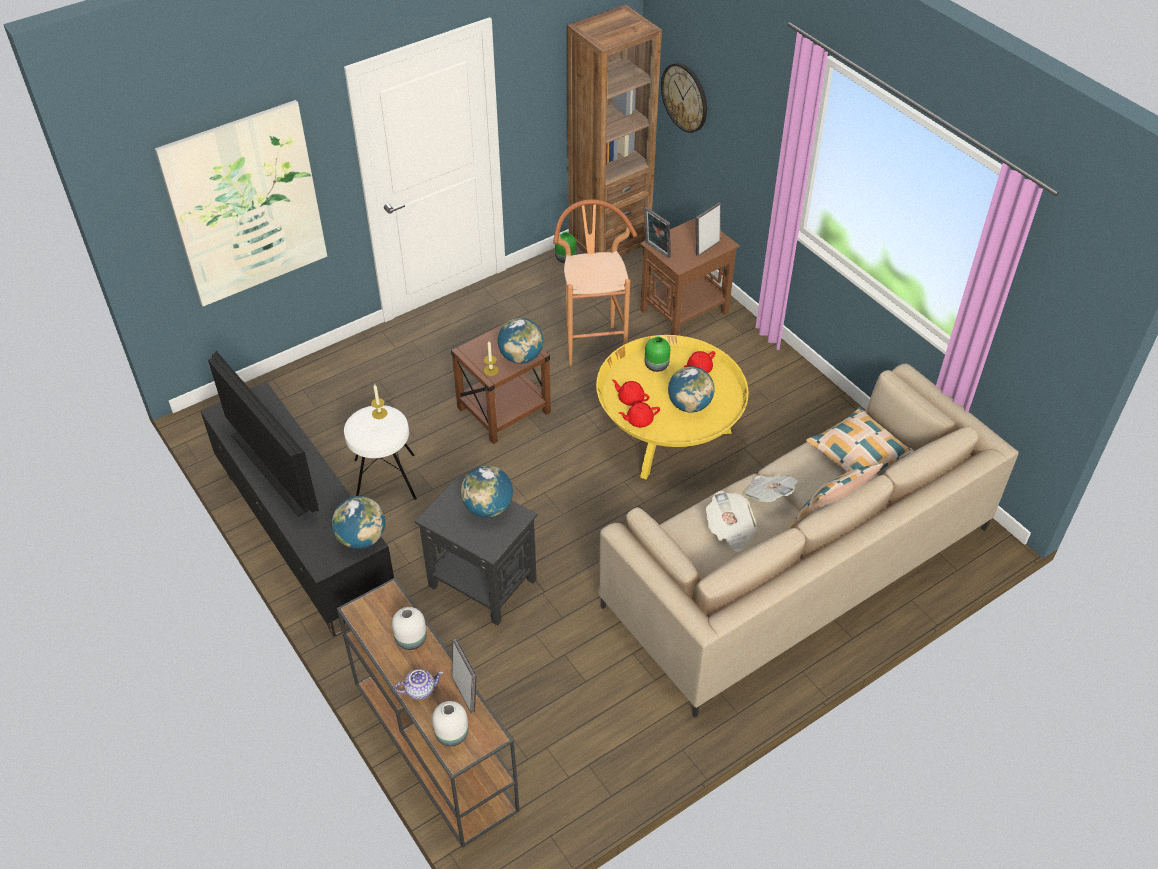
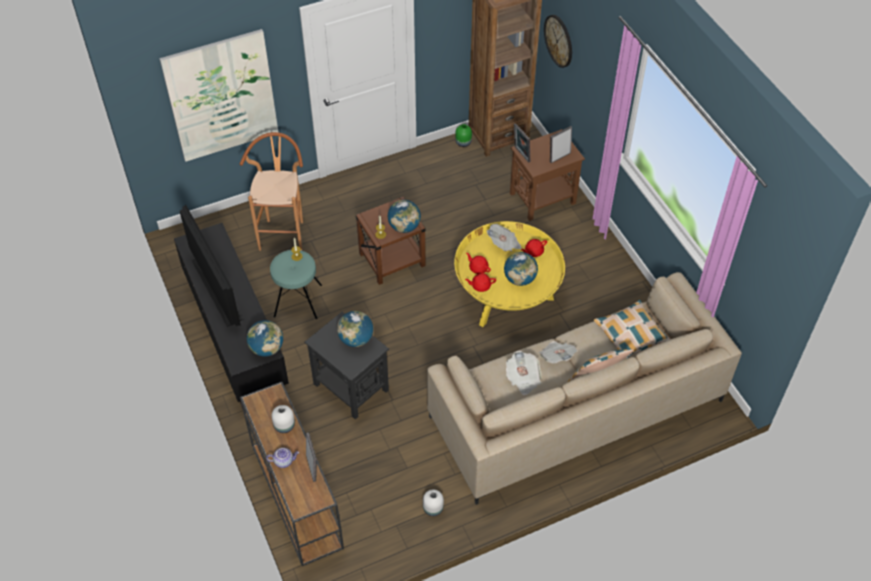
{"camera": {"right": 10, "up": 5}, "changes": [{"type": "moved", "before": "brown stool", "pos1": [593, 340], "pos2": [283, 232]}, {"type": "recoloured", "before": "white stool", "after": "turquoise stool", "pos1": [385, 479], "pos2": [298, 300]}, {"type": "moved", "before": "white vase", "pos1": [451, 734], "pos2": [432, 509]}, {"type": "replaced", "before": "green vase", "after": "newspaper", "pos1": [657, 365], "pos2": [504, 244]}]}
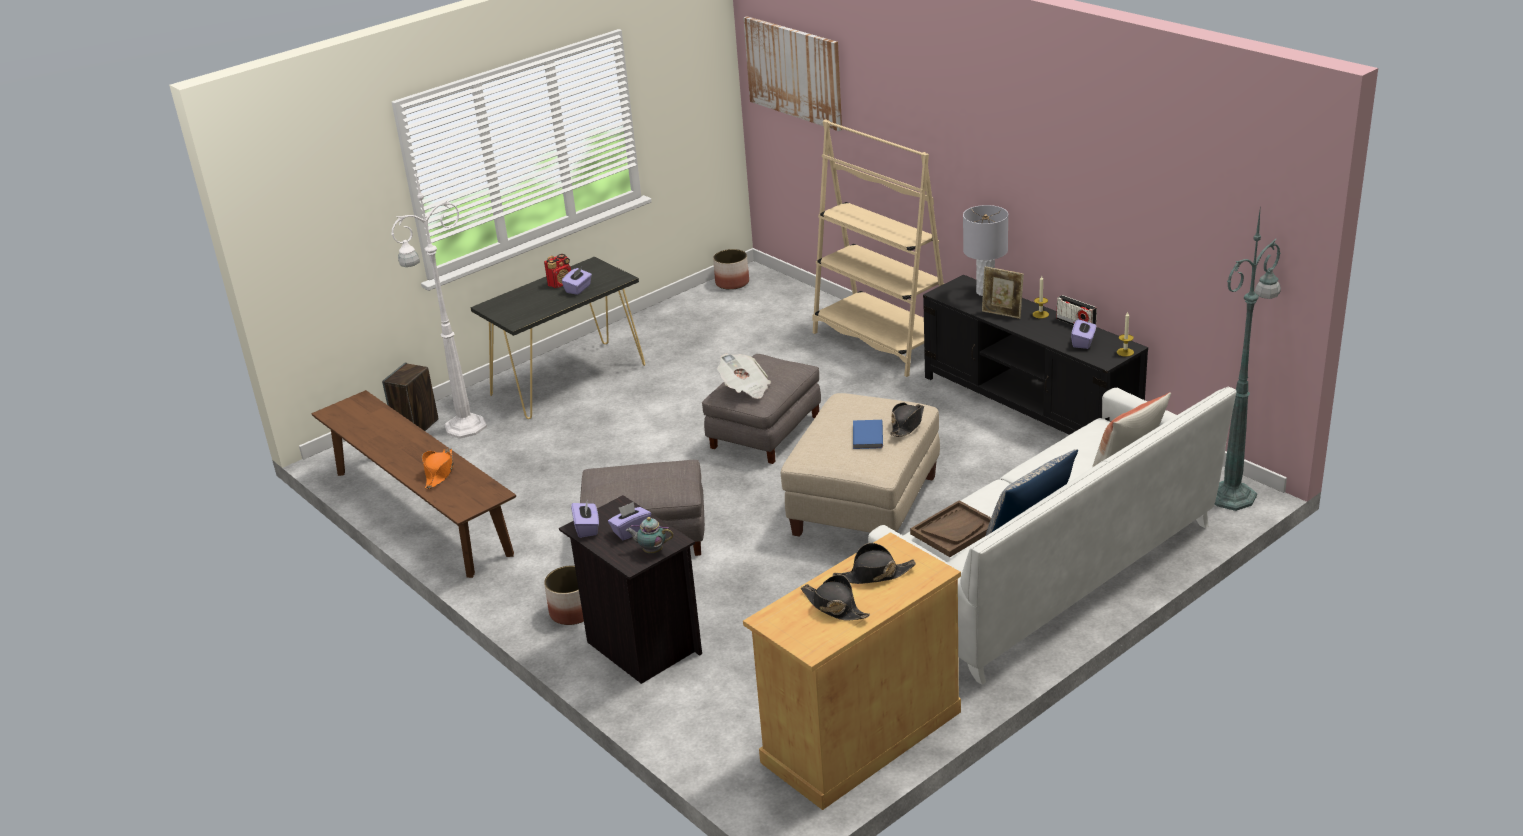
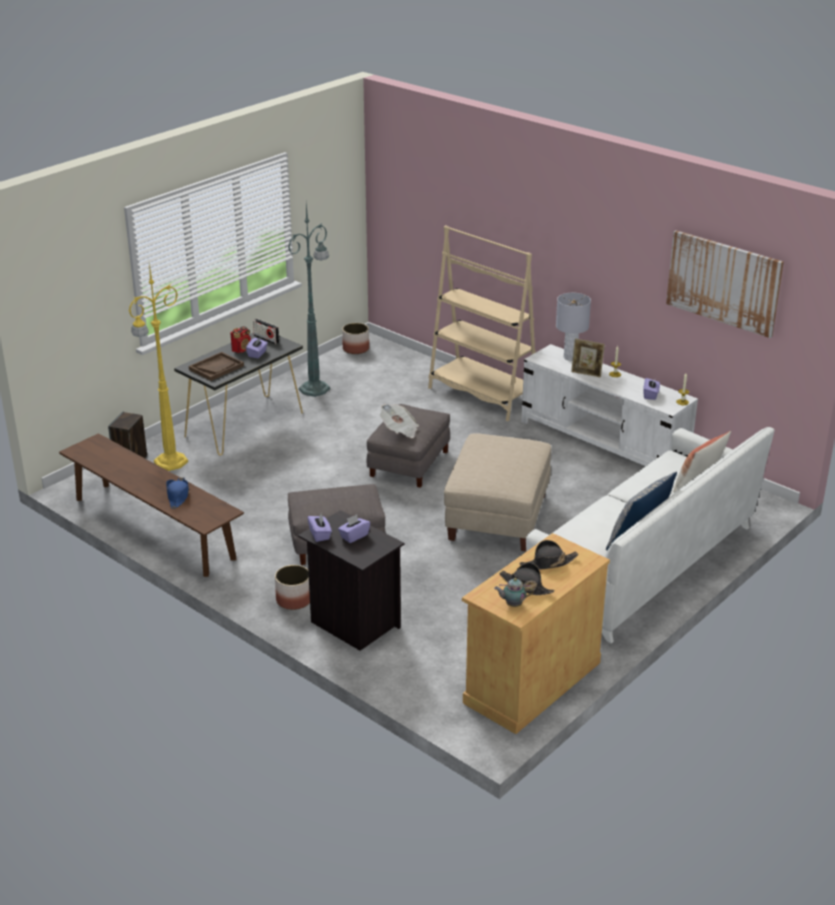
{"camera": {"right": -10, "up": 0}, "changes": [{"type": "recoloured", "before": "white floor lamp", "after": "yellow floor lamp", "pos1": [463, 427], "pos2": [169, 462]}, {"type": "recoloured", "before": "orange hat", "after": "blue hat", "pos1": [439, 472], "pos2": [178, 496]}, {"type": "moved", "before": "brown tray", "pos1": [954, 530], "pos2": [216, 367]}, {"type": "moved", "before": "radio", "pos1": [1076, 324], "pos2": [266, 339]}, {"type": "moved", "before": "green floor lamp", "pos1": [1233, 495], "pos2": [315, 388]}, {"type": "moved", "before": "teapot", "pos1": [651, 551], "pos2": [512, 604]}, {"type": "recoloured", "before": "black tv stand", "after": "white tv stand", "pos1": [1030, 405], "pos2": [604, 442]}, {"type": "moved", "before": "picture", "pos1": [794, 72], "pos2": [723, 282]}, {"type": "removed", "before": "blue book", "pos1": [866, 436]}, {"type": "removed", "before": "black hat", "pos1": [907, 424]}]}
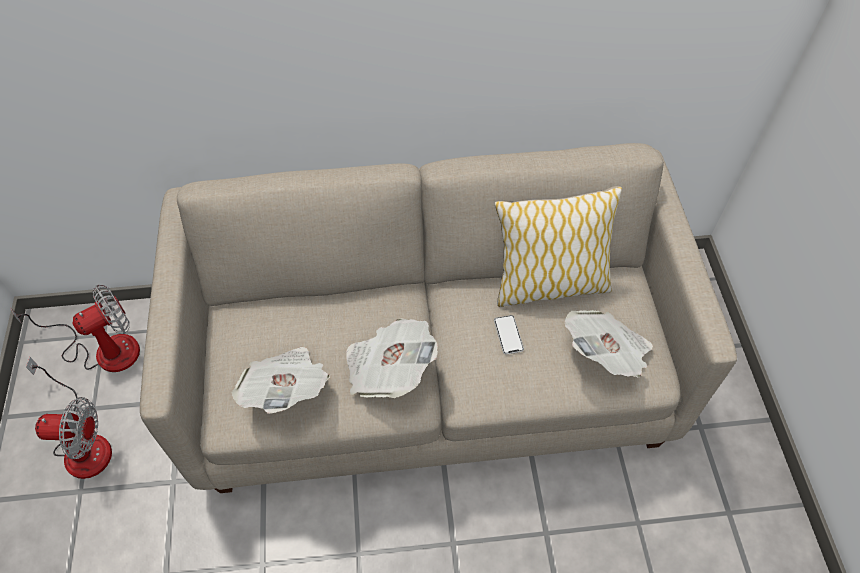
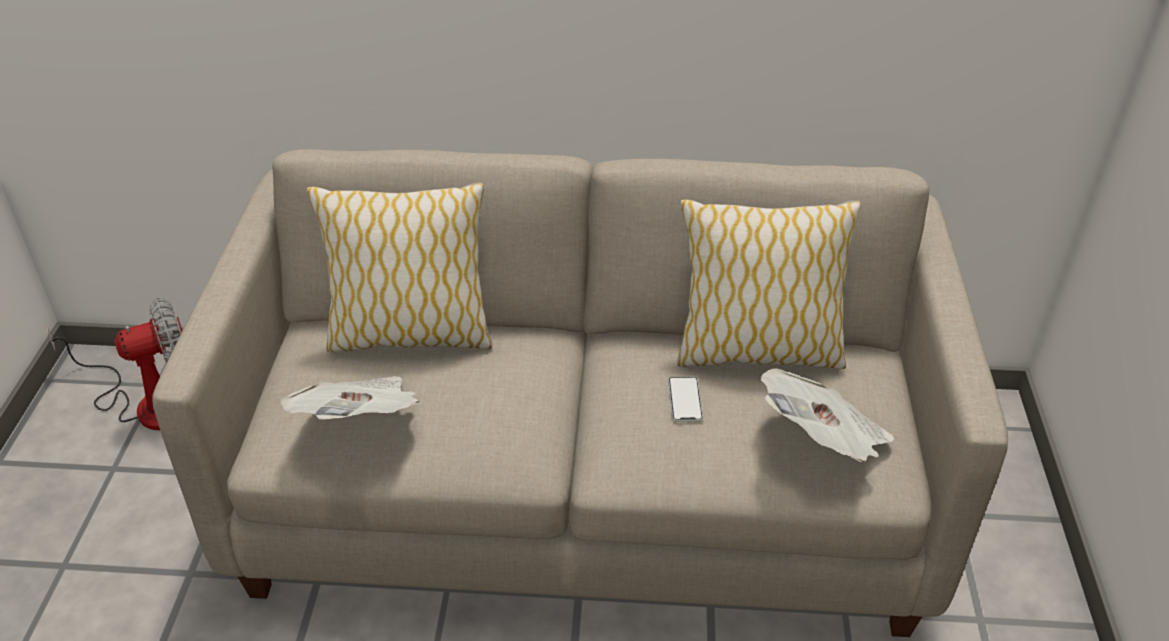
{"camera": {"right": 10, "up": -15}, "changes": [{"type": "added", "after": "pillow", "pos2": [410, 334]}, {"type": "removed", "before": "fan", "pos1": [82, 443]}, {"type": "removed", "before": "newspaper", "pos1": [388, 369]}]}
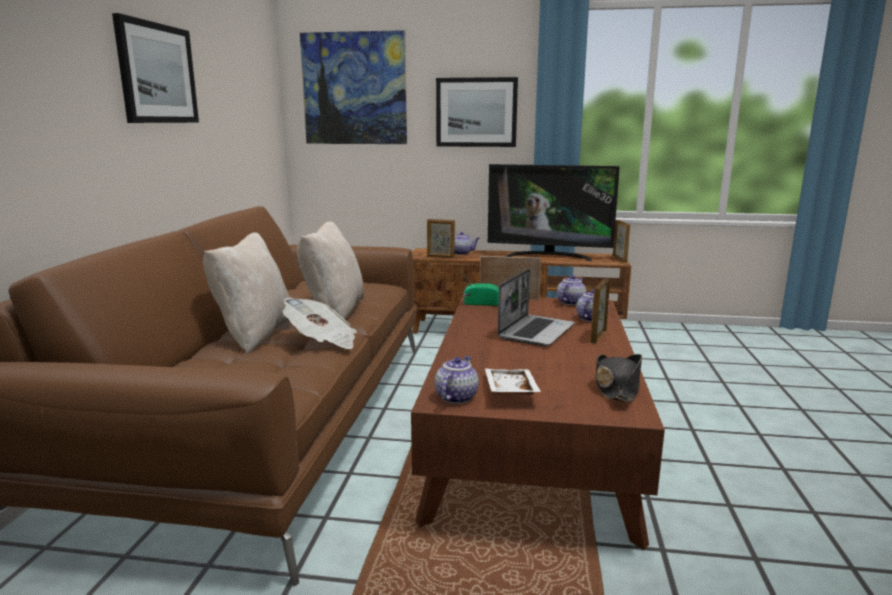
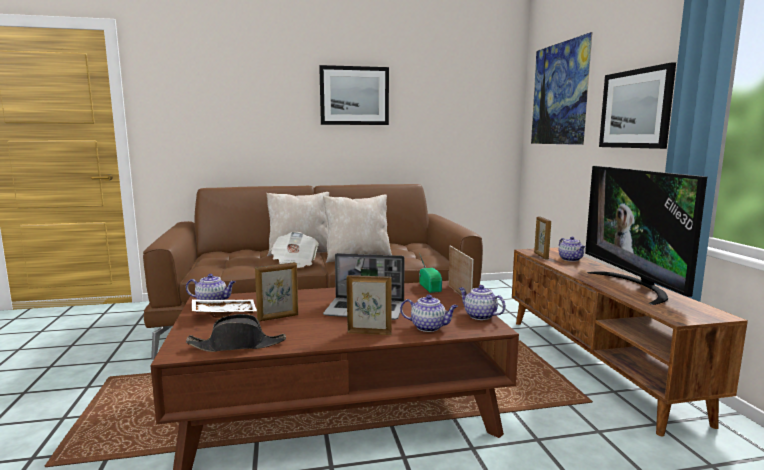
{"camera": {"right": 70, "up": -5}, "changes": [{"type": "moved", "before": "picture frame", "pos1": [619, 259], "pos2": [278, 317]}, {"type": "turned", "before": "teapot", "pos1": [570, 302], "pos2": [479, 316], "turn": -150}]}
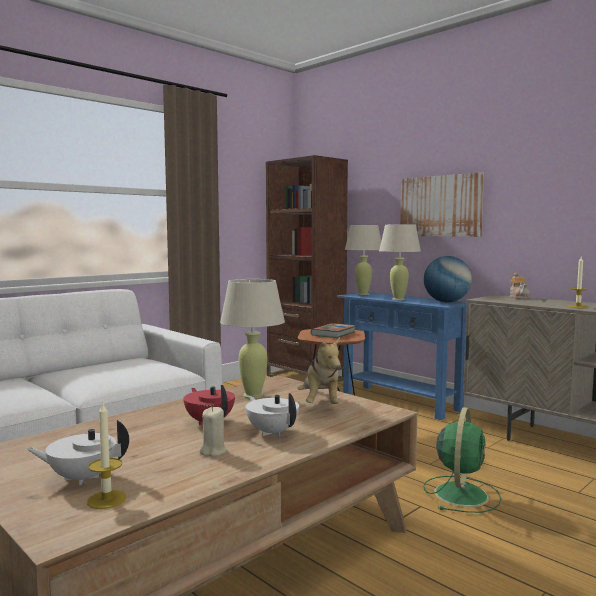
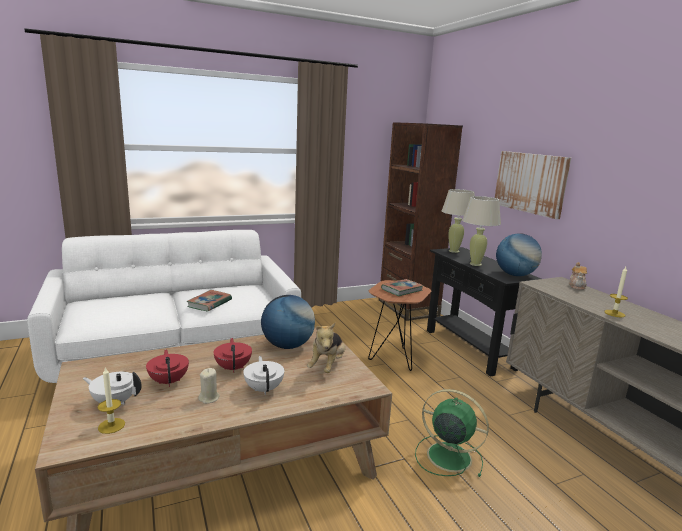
{"camera": {"right": 20, "up": 10}, "changes": [{"type": "added", "after": "red teapot", "pos2": [169, 381]}, {"type": "added", "after": "book", "pos2": [209, 303]}, {"type": "replaced", "before": "beige table lamp", "after": "globe", "pos1": [253, 395], "pos2": [287, 346]}, {"type": "turned", "before": "green fan", "pos1": [461, 493], "pos2": [447, 456], "turn": -105}, {"type": "recoloured", "before": "blue console table", "after": "black console table", "pos1": [400, 401], "pos2": [469, 349]}]}
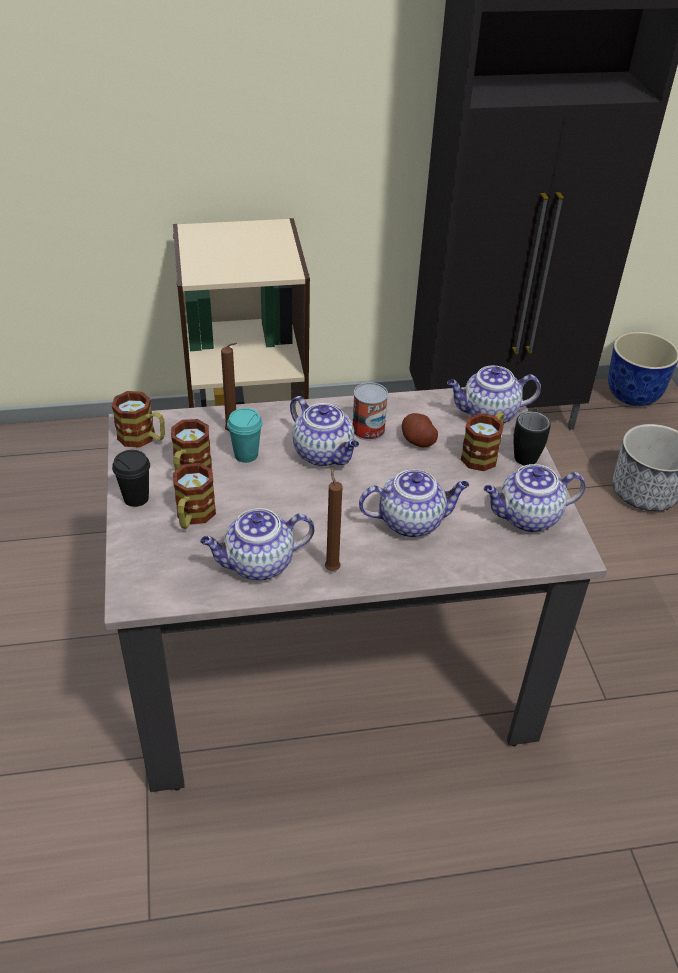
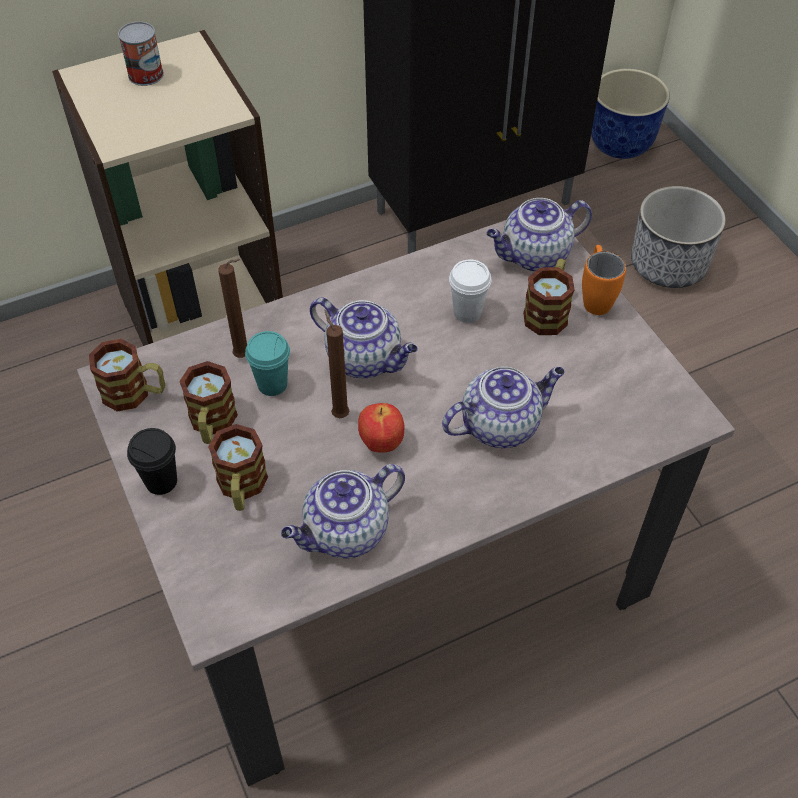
{"camera": {"right": -15, "up": 10}, "changes": [{"type": "moved", "before": "can", "pos1": [368, 429], "pos2": [146, 75]}, {"type": "moved", "before": "brown candle", "pos1": [331, 567], "pos2": [339, 413]}, {"type": "added", "after": "apple", "pos2": [380, 443]}, {"type": "replaced", "before": "potato", "after": "white cup", "pos1": [417, 441], "pos2": [467, 312]}, {"type": "recoloured", "before": "black mug", "after": "orange mug", "pos1": [526, 453], "pos2": [595, 297]}, {"type": "removed", "before": "teapot", "pos1": [527, 518]}]}
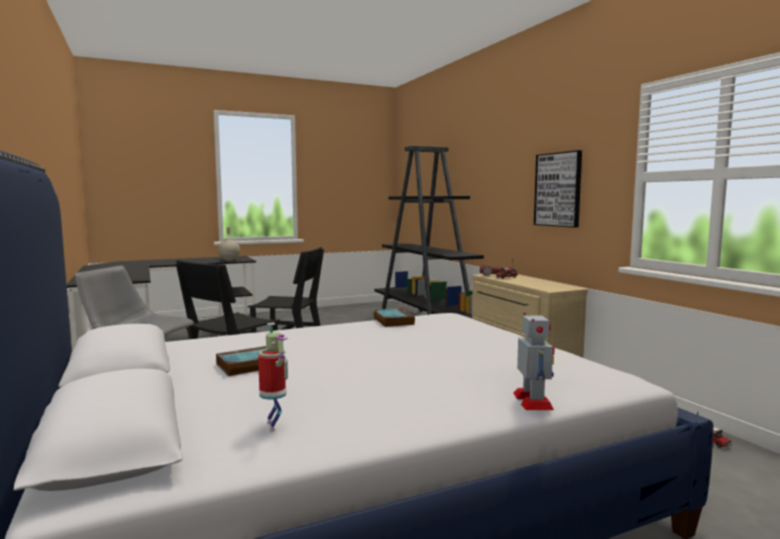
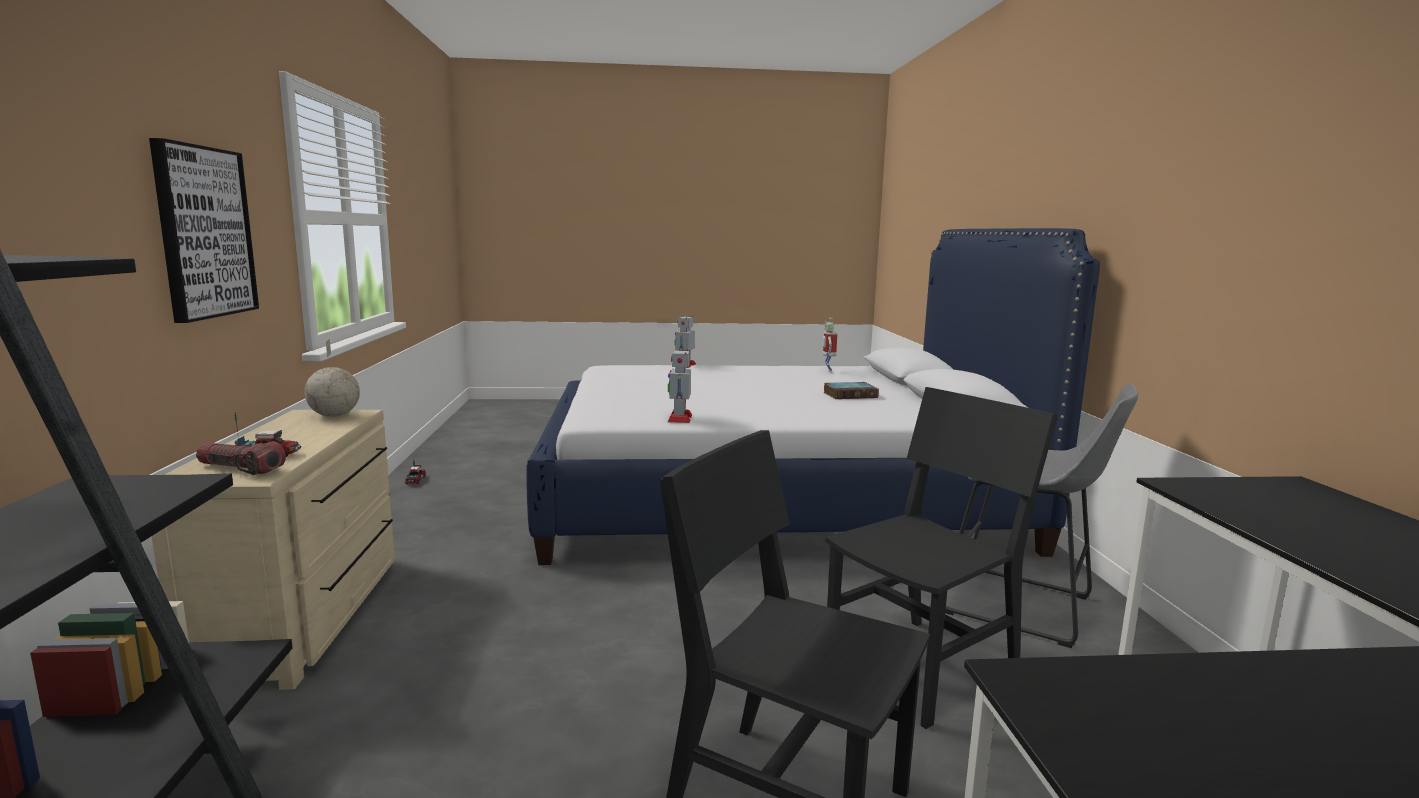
{"camera": {"right": -160, "up": 5}, "changes": [{"type": "moved", "before": "globe", "pos1": [229, 260], "pos2": [335, 416]}, {"type": "replaced", "before": "book", "after": "toy robot", "pos1": [393, 321], "pos2": [679, 418]}]}
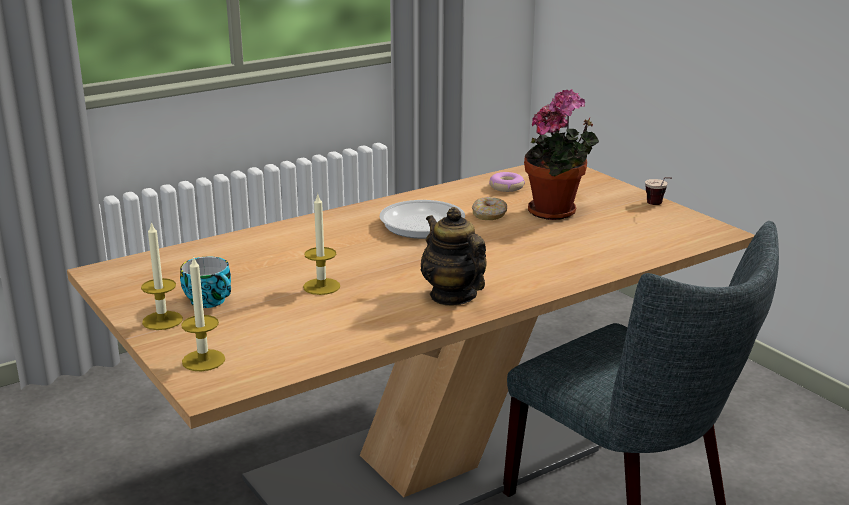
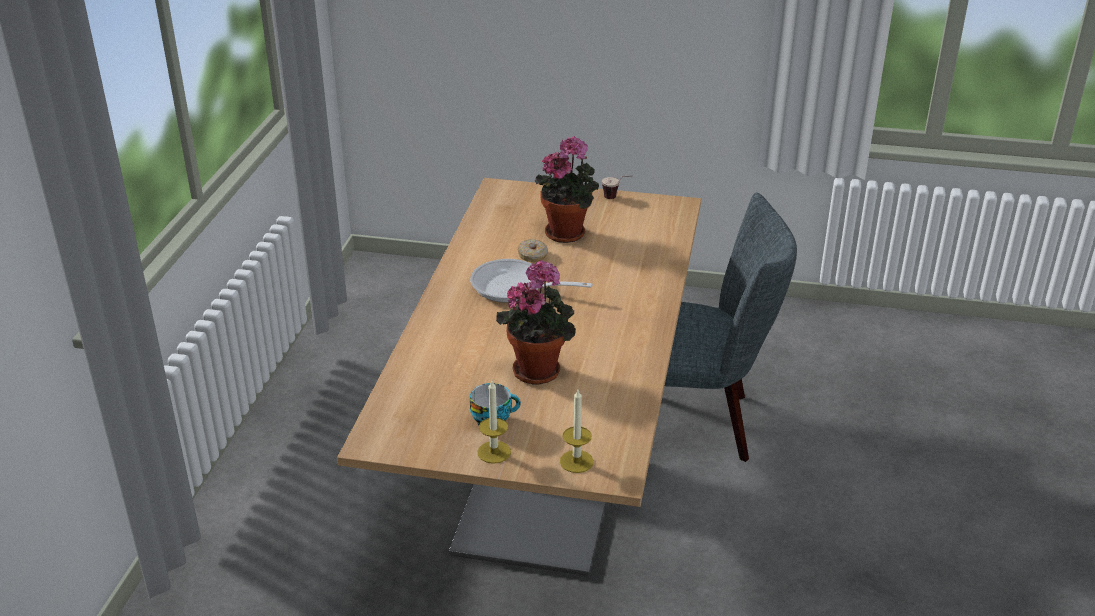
{"camera": {"right": -45, "up": 10}, "changes": [{"type": "replaced", "before": "candle", "after": "potted plant", "pos1": [321, 286], "pos2": [539, 369]}, {"type": "removed", "before": "teapot", "pos1": [453, 296]}, {"type": "removed", "before": "donut", "pos1": [506, 187]}]}
